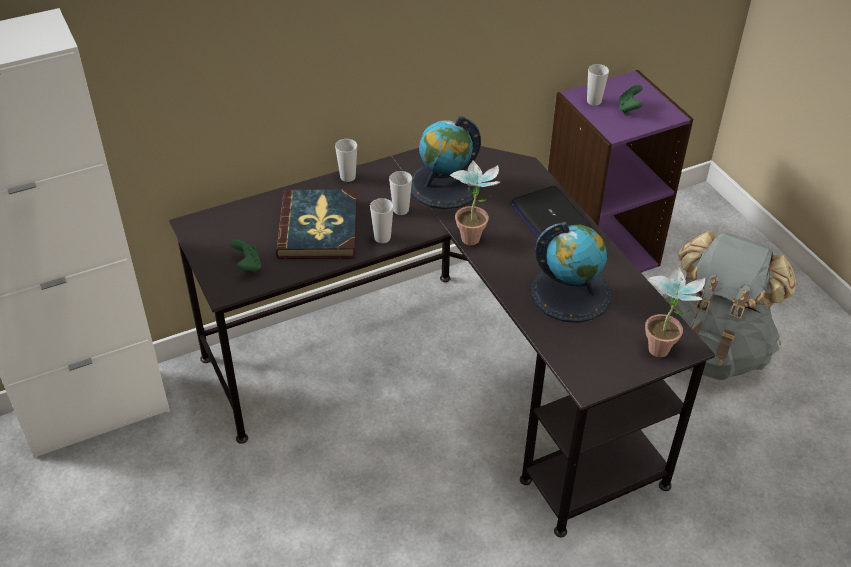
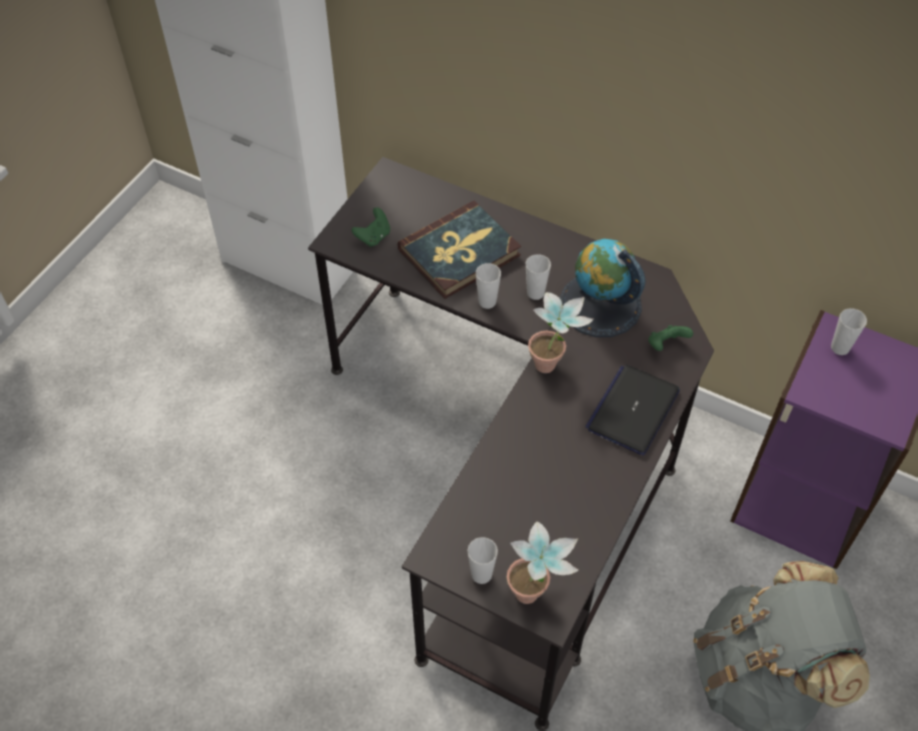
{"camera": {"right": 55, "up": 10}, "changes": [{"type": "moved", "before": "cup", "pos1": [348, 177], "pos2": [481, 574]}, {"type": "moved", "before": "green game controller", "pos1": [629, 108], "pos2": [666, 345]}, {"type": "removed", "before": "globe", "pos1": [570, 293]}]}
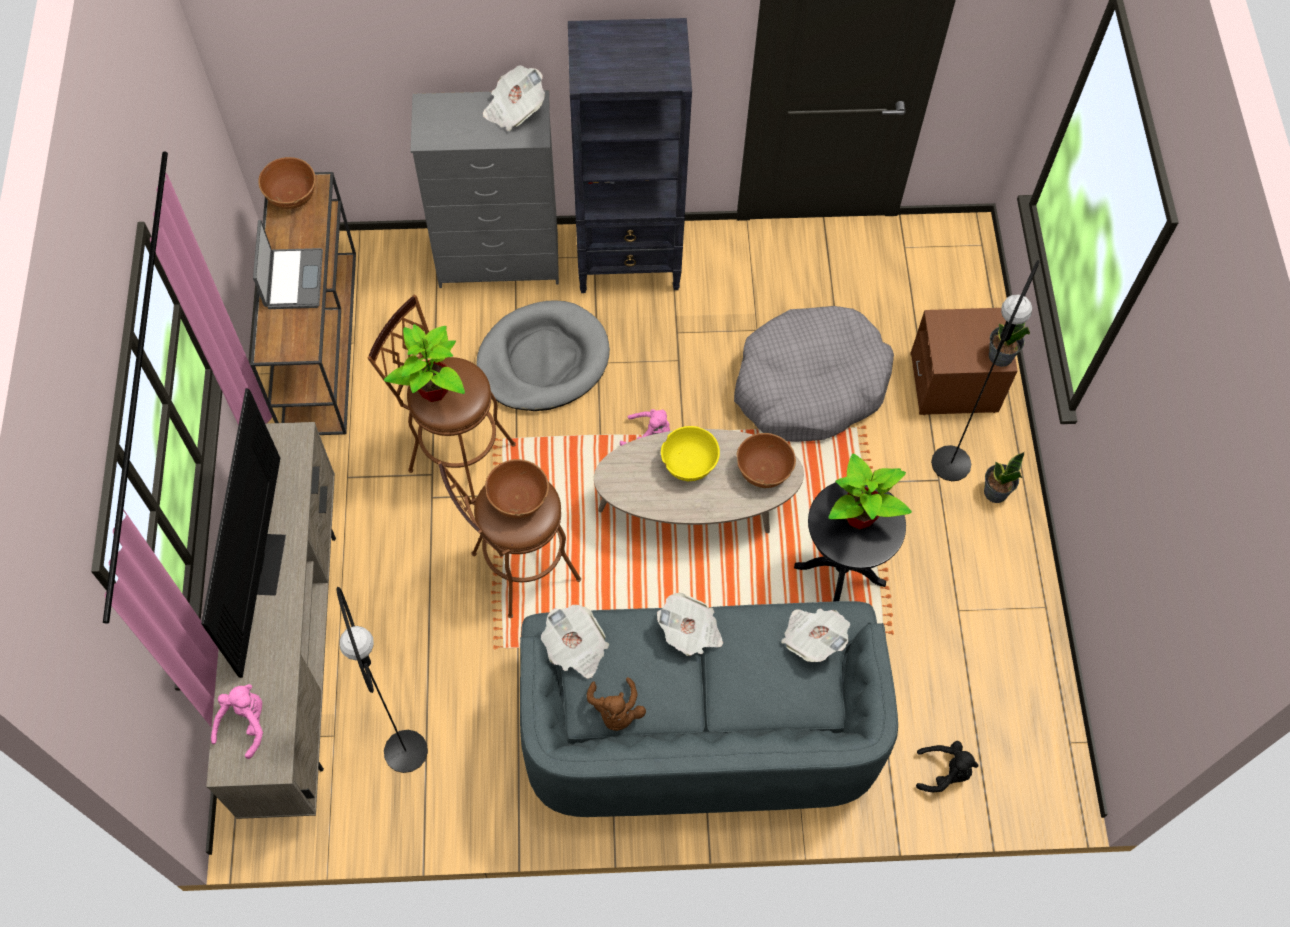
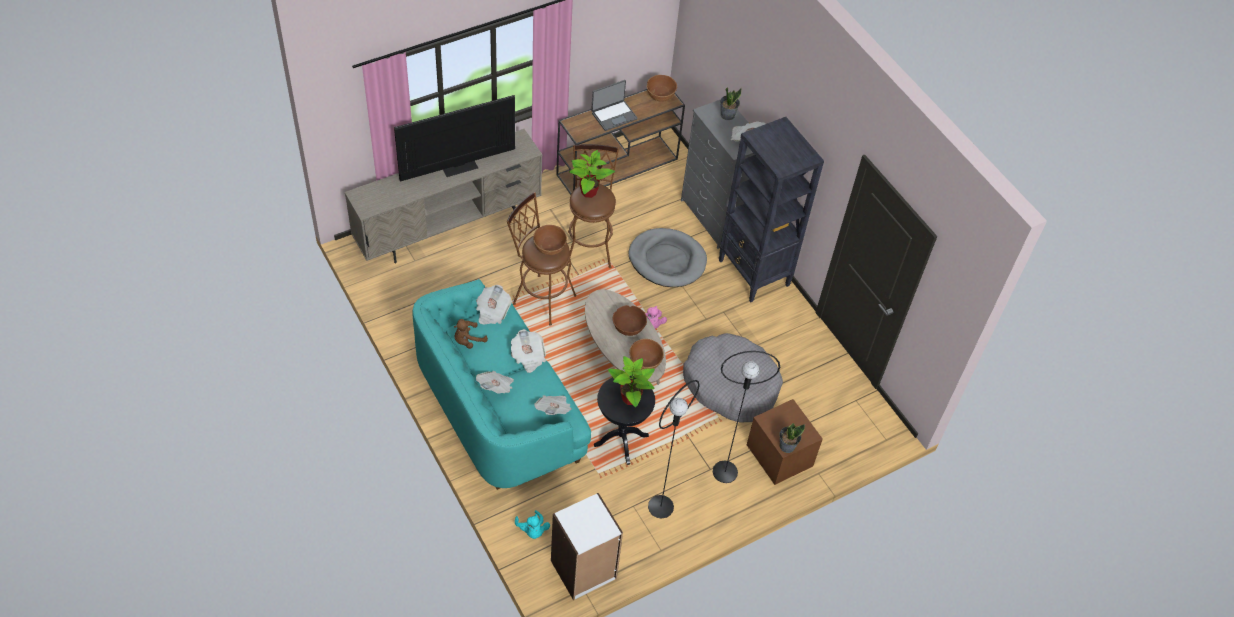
{"camera": {"right": 60, "up": -10}, "changes": [{"type": "recoloured", "before": "grey sofa", "after": "turquoise sofa", "pos1": [699, 727], "pos2": [497, 407]}, {"type": "added", "after": "newspaper", "pos2": [496, 387]}, {"type": "recoloured", "before": "black plush toy", "after": "turquoise plush toy", "pos1": [944, 772], "pos2": [532, 530]}, {"type": "added", "after": "white bookcase", "pos2": [583, 570]}, {"type": "recoloured", "before": "yellow bowl", "after": "brown bowl", "pos1": [689, 464], "pos2": [628, 327]}, {"type": "moved", "before": "black floor lamp", "pos1": [405, 751], "pos2": [660, 506]}, {"type": "moved", "before": "potted plant", "pos1": [995, 492], "pos2": [727, 115]}, {"type": "removed", "before": "pink plush toy", "pos1": [245, 723]}]}
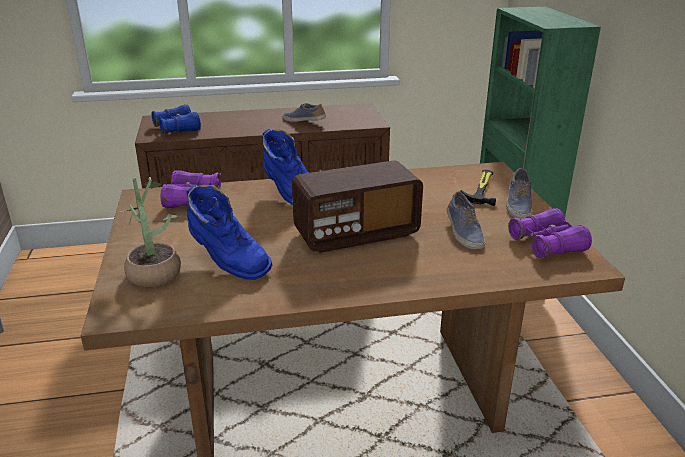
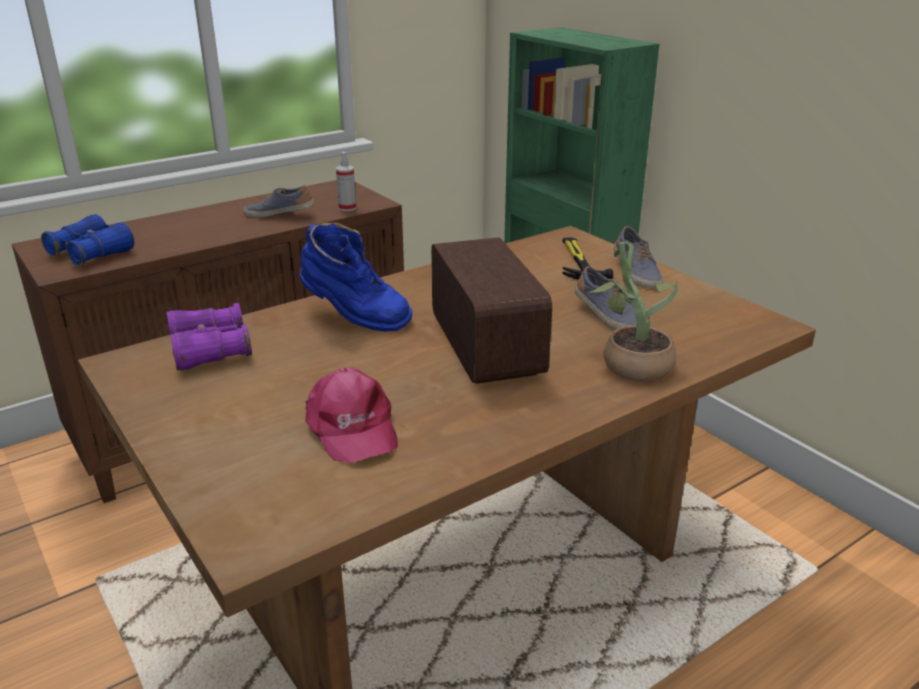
{"camera": {"right": -25, "up": 0}, "changes": [{"type": "replaced", "before": "blue boot", "after": "pink cap", "pos1": [227, 264], "pos2": [351, 427]}, {"type": "added", "after": "spray bottle", "pos2": [347, 208]}, {"type": "turned", "before": "radio", "pos1": [356, 234], "pos2": [485, 347], "turn": -60}, {"type": "moved", "before": "potted plant", "pos1": [153, 271], "pos2": [630, 363]}, {"type": "removed", "before": "purple binoculars", "pos1": [546, 244]}]}
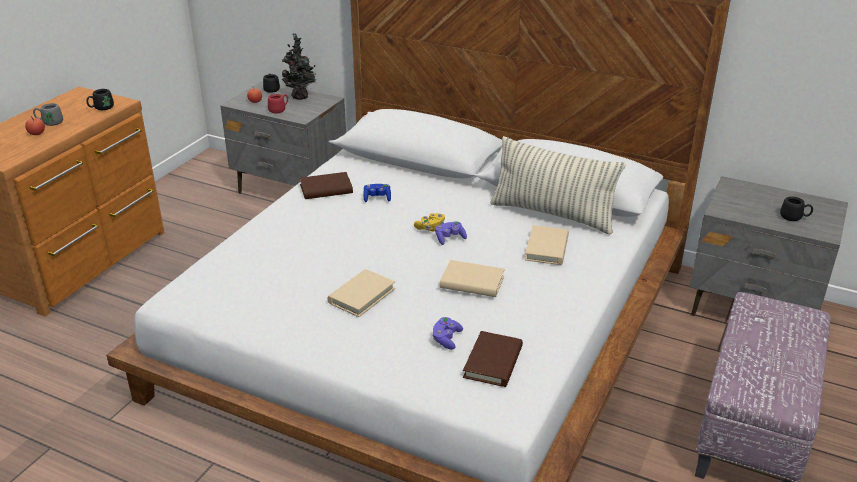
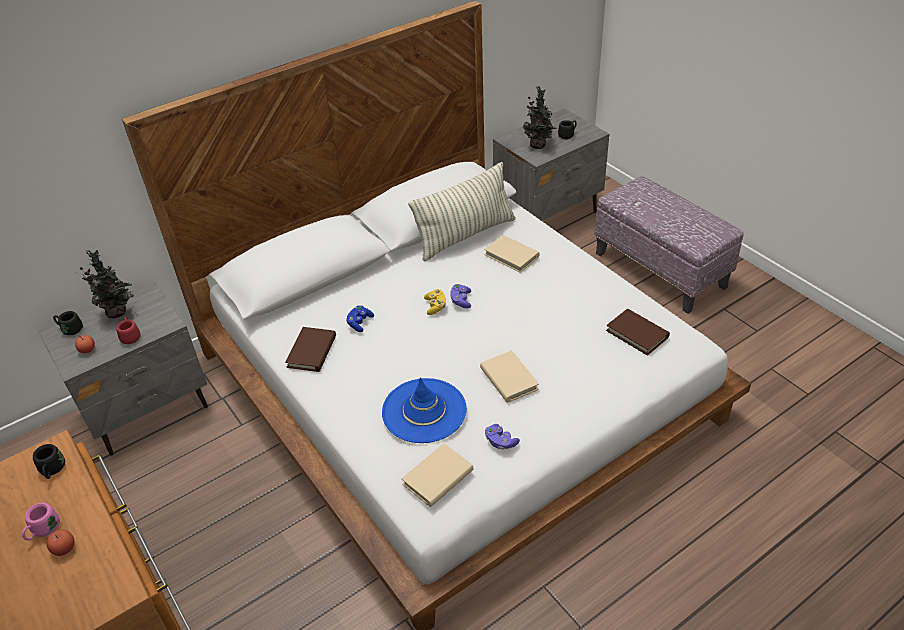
{"camera": {"right": -60, "up": 10}, "changes": [{"type": "recoloured", "before": "grey mug", "after": "pink mug", "pos1": [49, 123], "pos2": [43, 531]}, {"type": "added", "after": "blue hat", "pos2": [424, 411]}, {"type": "moved", "before": "beige book", "pos1": [472, 282], "pos2": [438, 477]}, {"type": "moved", "before": "purple game controller", "pos1": [446, 339], "pos2": [500, 442]}, {"type": "added", "after": "potted plant", "pos2": [539, 146]}]}
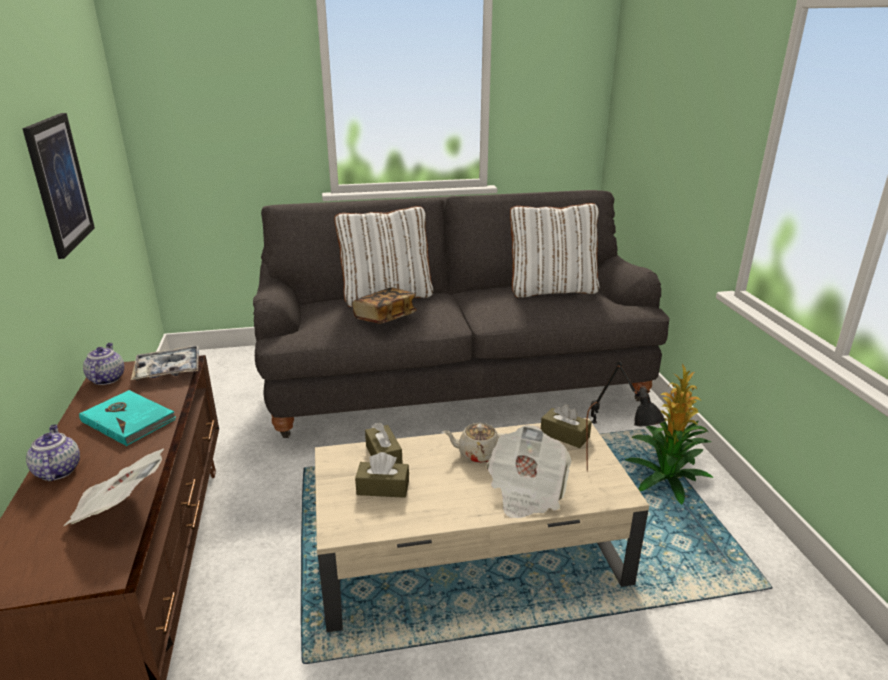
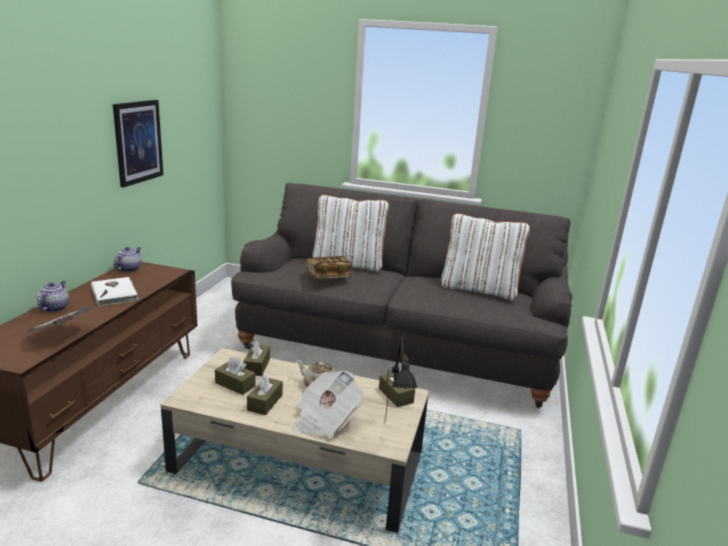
{"camera": {"right": 25, "up": -5}, "changes": [{"type": "recoloured", "before": "turquoise book", "after": "white book", "pos1": [129, 419], "pos2": [115, 293]}, {"type": "added", "after": "brown tissue box", "pos2": [265, 402]}, {"type": "removed", "before": "tray", "pos1": [168, 370]}, {"type": "removed", "before": "potted plant", "pos1": [665, 477]}]}
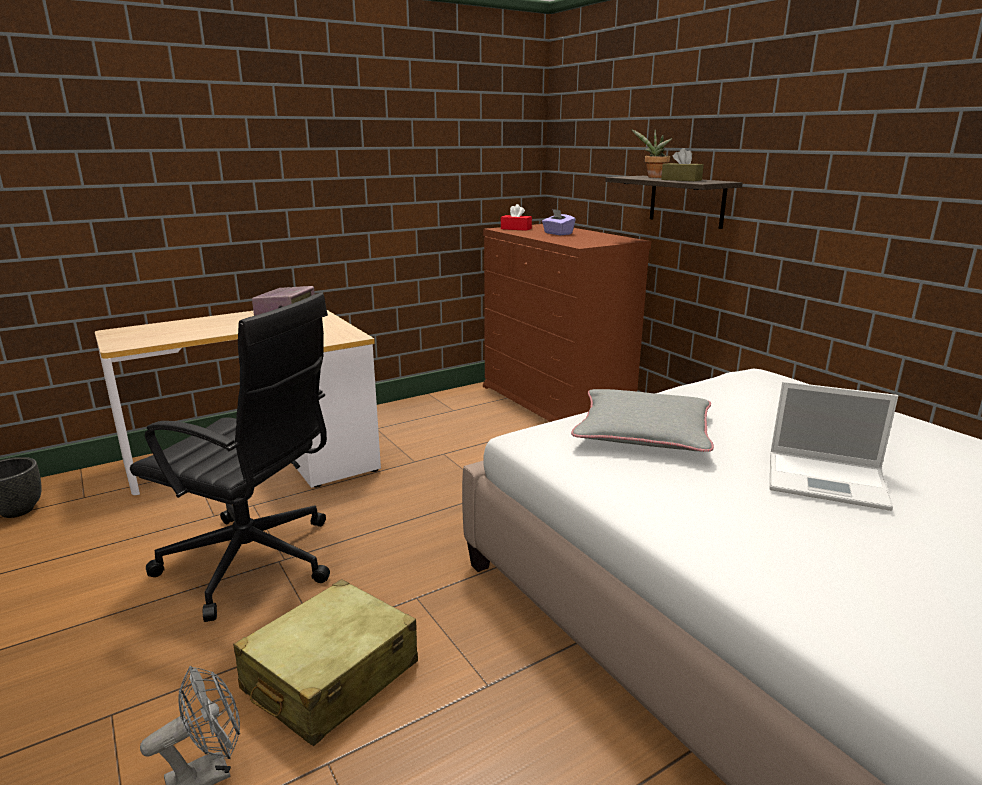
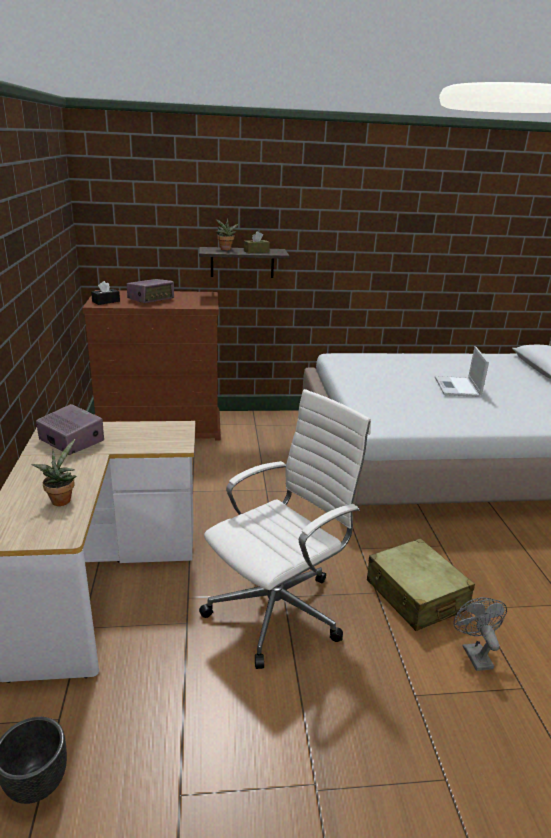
{"camera": {"right": -65, "up": 5}, "changes": [{"type": "added", "after": "potted plant", "pos2": [61, 499]}, {"type": "recoloured", "before": "red tissue box", "after": "black tissue box", "pos1": [516, 229], "pos2": [106, 301]}, {"type": "replaced", "before": "purple tissue box", "after": "radio", "pos1": [557, 233], "pos2": [151, 299]}, {"type": "recoloured", "before": "black office chair", "after": "white office chair", "pos1": [254, 563], "pos2": [279, 609]}, {"type": "turned", "before": "laptop", "pos1": [828, 480], "pos2": [457, 387], "turn": 135}, {"type": "removed", "before": "grey pillow", "pos1": [643, 432]}]}
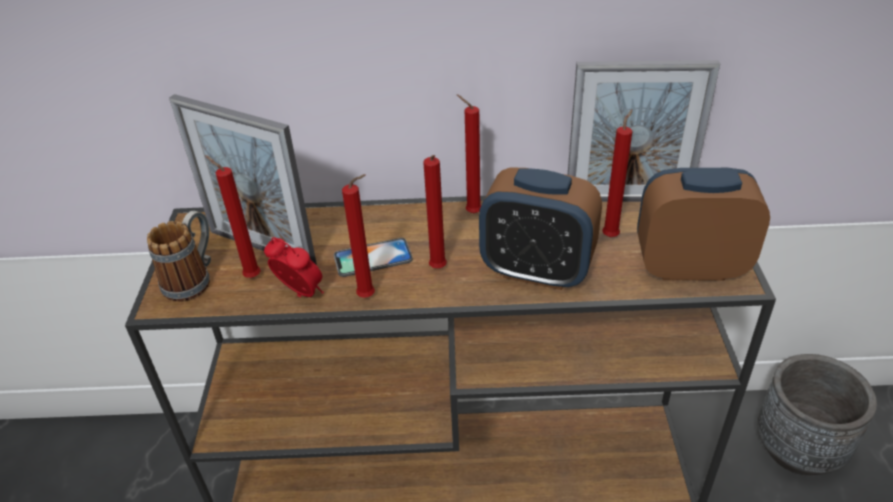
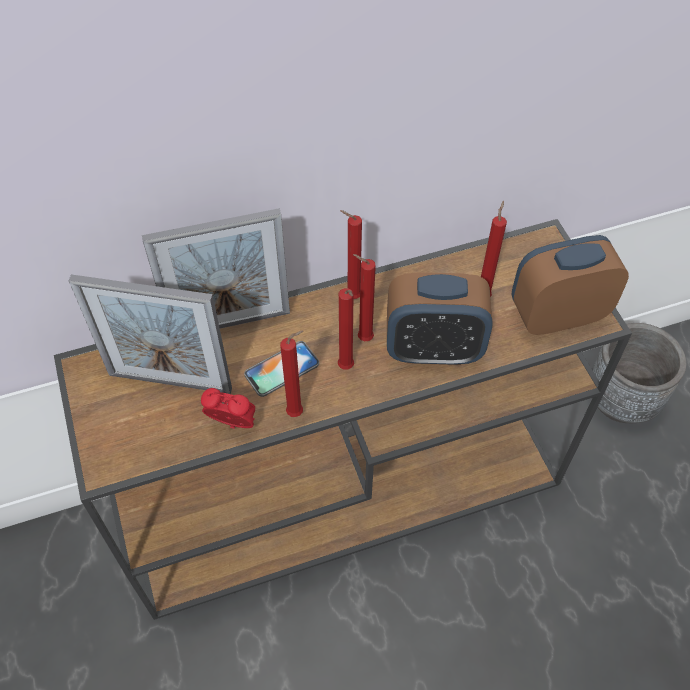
{"camera": {"right": -20, "up": 15}, "changes": [{"type": "moved", "before": "picture frame", "pos1": [627, 199], "pos2": [230, 323]}, {"type": "moved", "before": "red candle", "pos1": [250, 276], "pos2": [362, 338]}, {"type": "removed", "before": "mug", "pos1": [194, 279]}]}
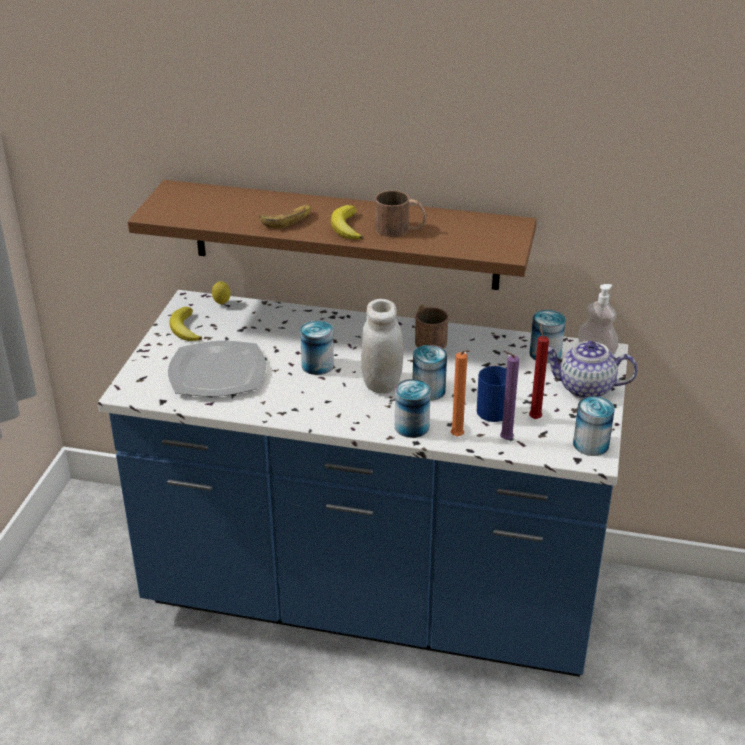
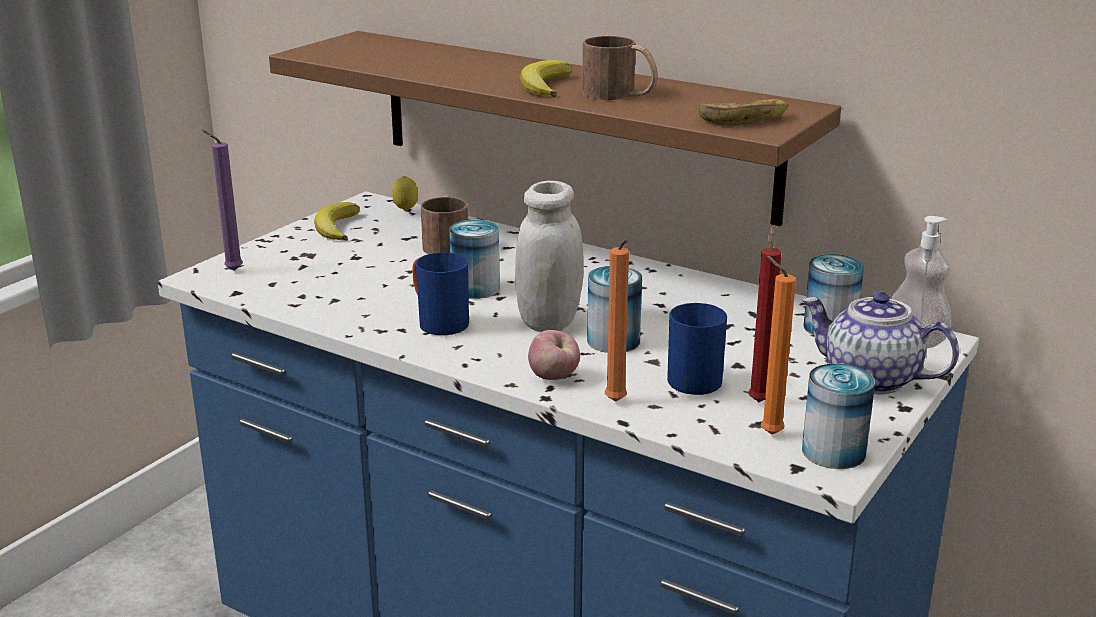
{"camera": {"right": 20, "up": -10}, "changes": [{"type": "moved", "before": "purple candle", "pos1": [504, 440], "pos2": [231, 270]}, {"type": "added", "after": "blue mug", "pos2": [437, 322]}, {"type": "moved", "before": "brown mug", "pos1": [427, 338], "pos2": [446, 243]}, {"type": "replaced", "before": "can", "after": "apple", "pos1": [411, 427], "pos2": [554, 378]}, {"type": "moved", "before": "banana", "pos1": [287, 220], "pos2": [744, 118]}, {"type": "added", "after": "orange candle", "pos2": [767, 433]}, {"type": "removed", "before": "plate", "pos1": [218, 373]}]}
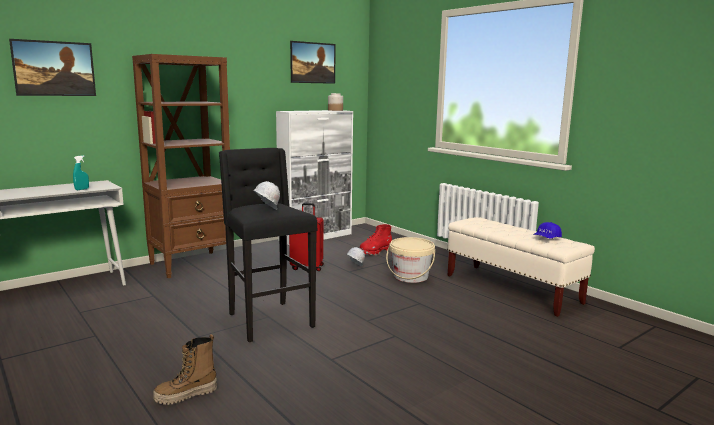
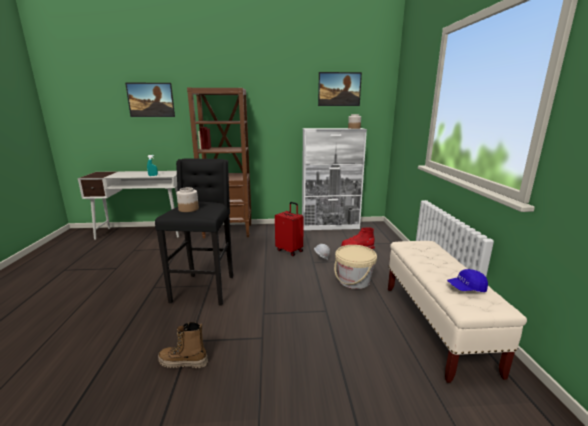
{"camera": {"right": 35, "up": 5}, "changes": [{"type": "moved", "before": "boot", "pos1": [186, 395], "pos2": [183, 363]}, {"type": "replaced", "before": "white hard hat", "after": "jar", "pos1": [266, 211], "pos2": [188, 209]}]}
